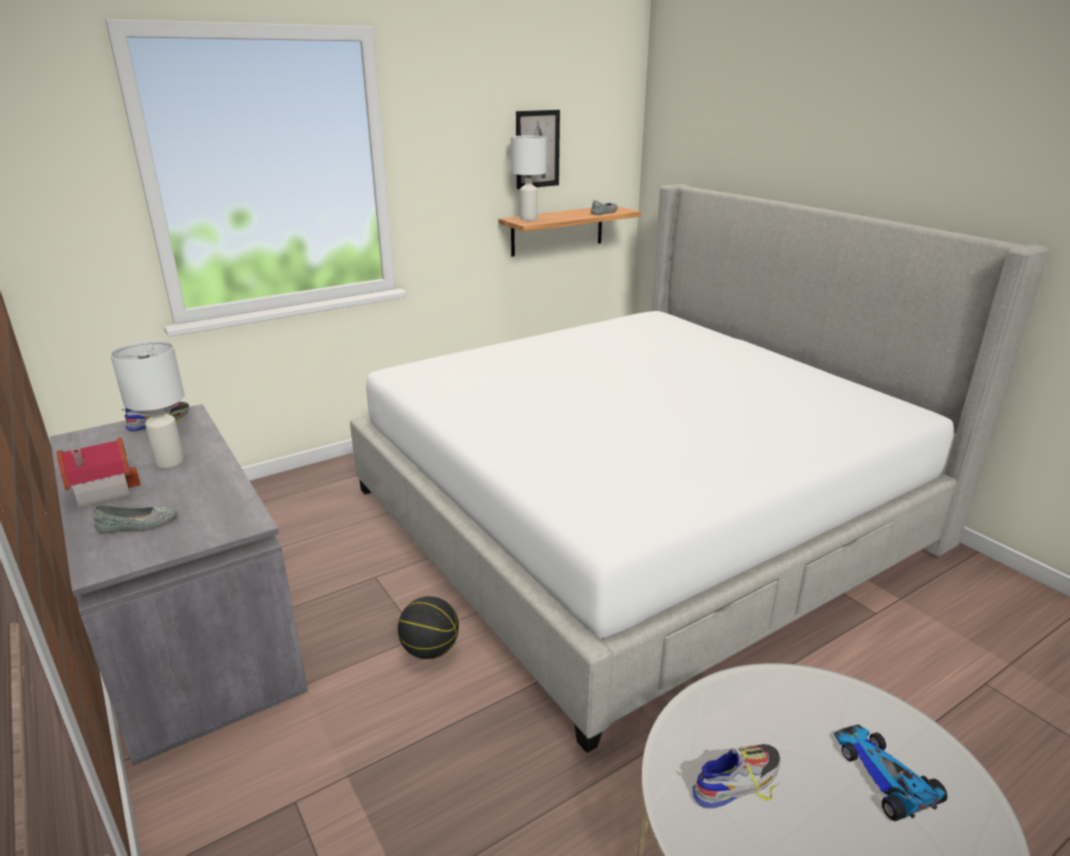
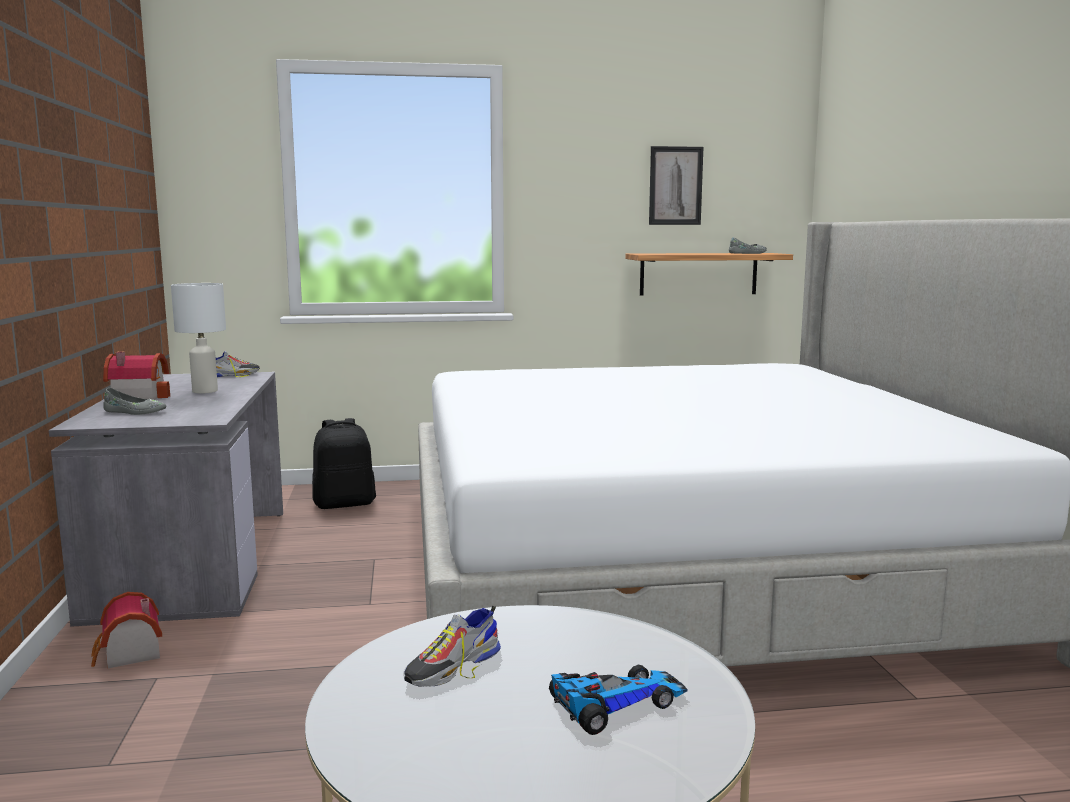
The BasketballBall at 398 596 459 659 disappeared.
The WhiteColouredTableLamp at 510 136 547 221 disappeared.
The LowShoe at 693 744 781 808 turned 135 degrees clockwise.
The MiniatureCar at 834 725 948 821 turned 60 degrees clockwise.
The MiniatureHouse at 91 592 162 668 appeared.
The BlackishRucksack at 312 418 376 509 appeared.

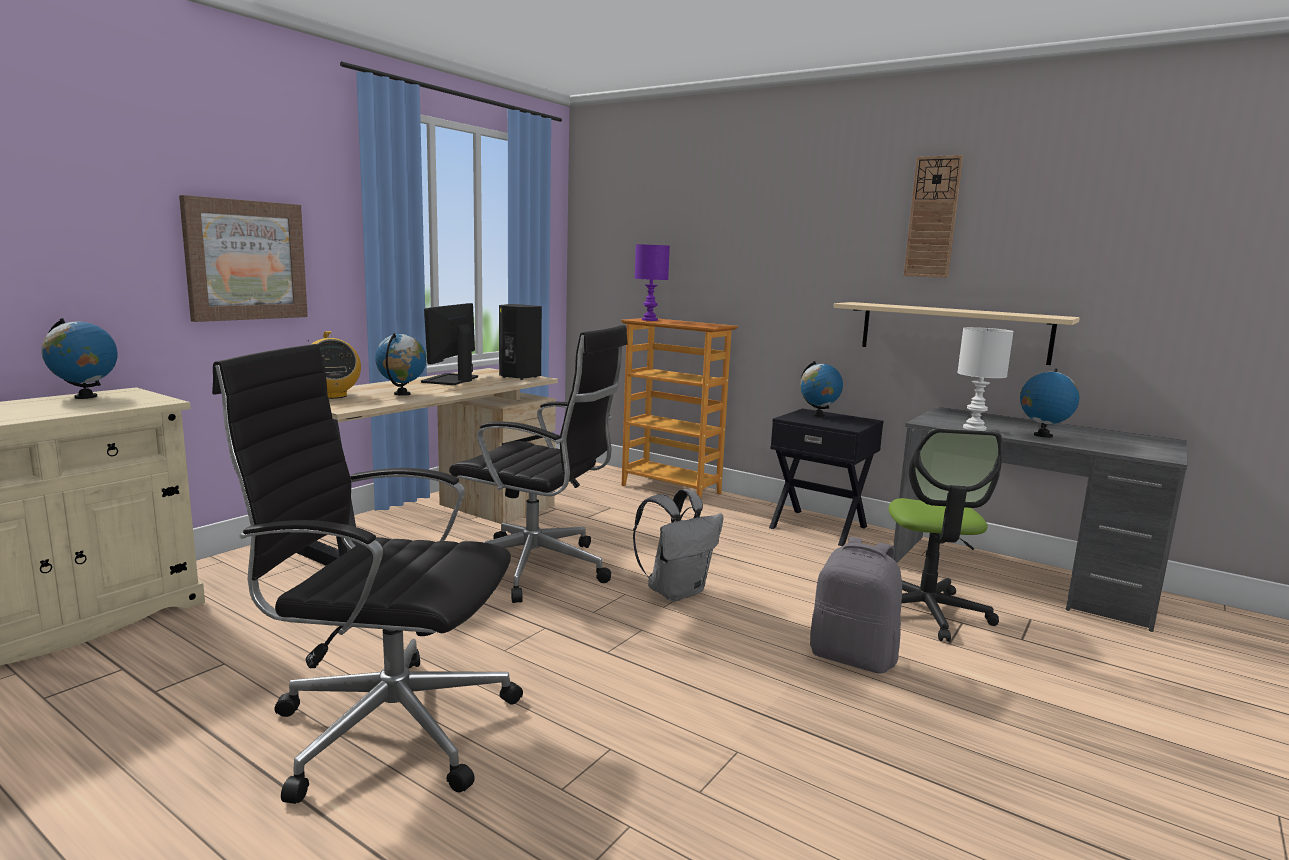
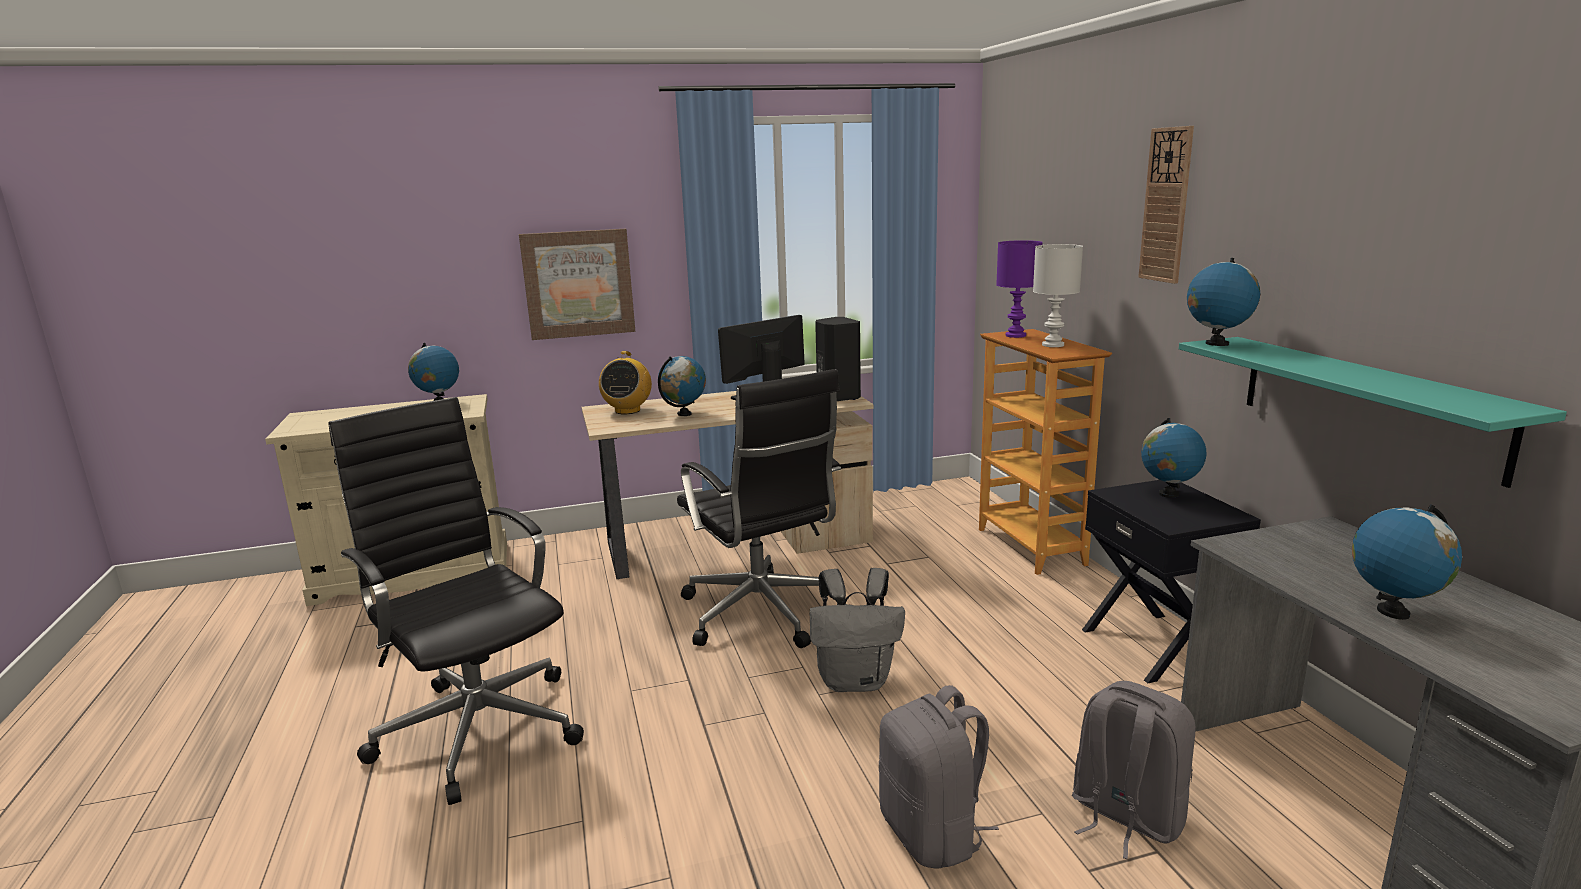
The SandColouredShelf at 834 302 1080 365 became the TurquoiseShelf at 1179 337 1567 488.
The DeskChair at 888 429 1002 642 was replaced by the GrayRucksack at 1072 681 1195 859.
The WallClock moved from 904 155 963 278 to 1138 126 1194 284.
The WhiteColouredTableLamp moved from 957 327 1014 431 to 1033 244 1083 347.
The Globe at 1187 258 1260 346 appeared.

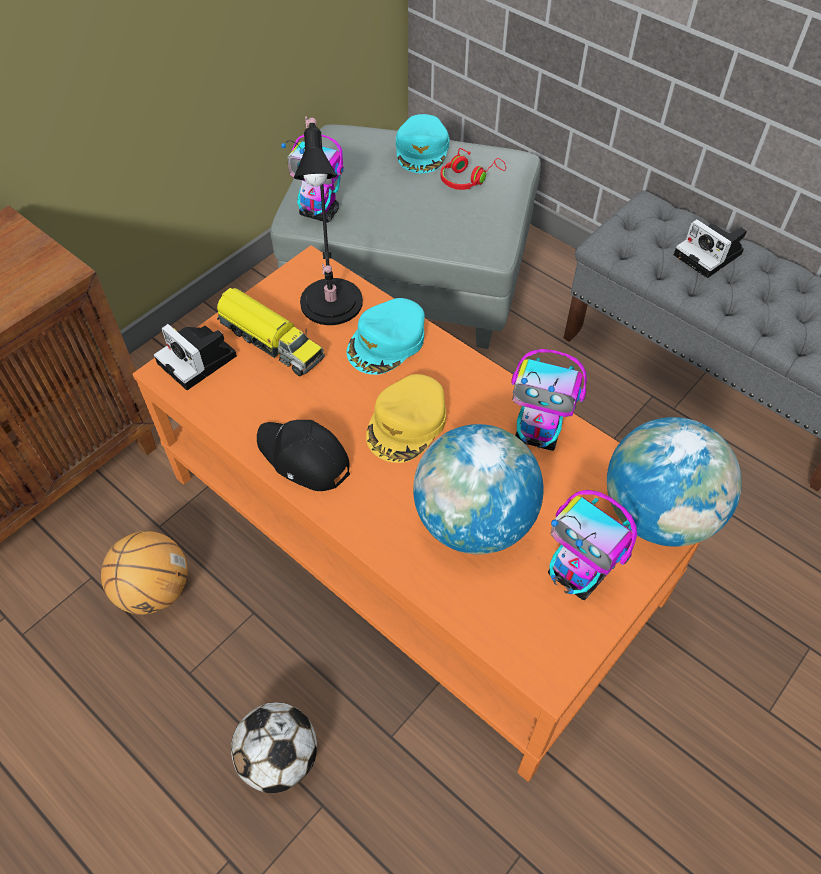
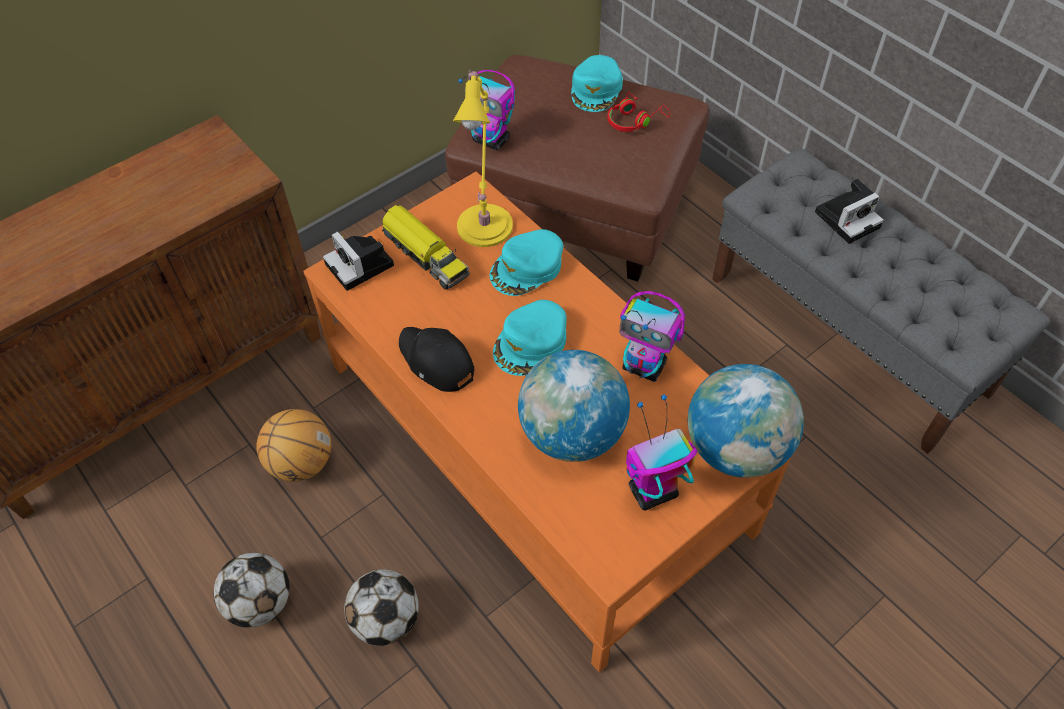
The GrayPouffe at 270 125 541 349 became the BrownishPouffe at 445 55 709 282.
The BlackishTableLamp at 294 116 363 325 became the YellowishTableLamp at 453 69 513 247.
The YellowishPeakedCap at 366 374 446 463 became the TurquoisePeakedCap at 493 300 567 376.
The RobotFigure at 548 490 637 600 turned 105 degrees clockwise.
The StillCamera at 674 219 747 278 turned 90 degrees counterclockwise.
The Football at 213 553 290 628 appeared.

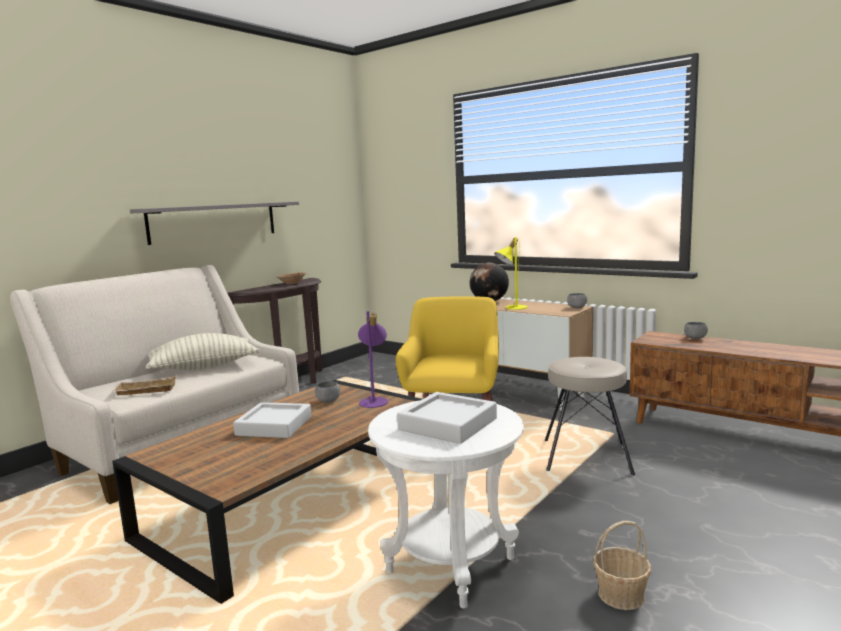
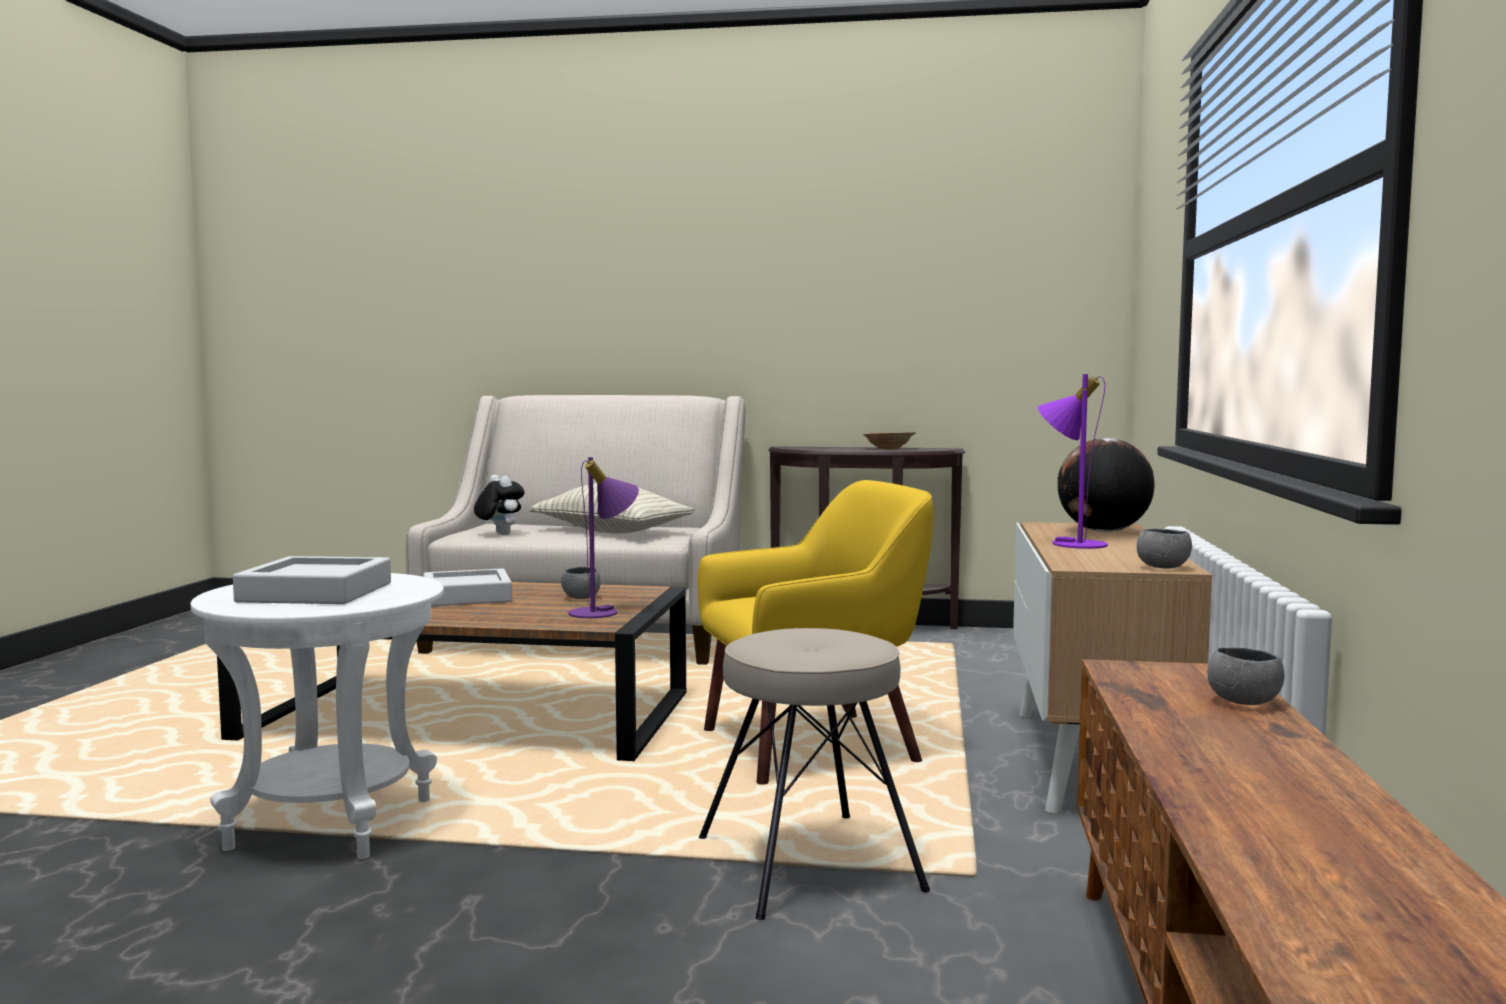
The SandColouredTray at 112 375 177 396 was replaced by the CuddlyToy at 474 475 525 535.
The GrayShelf at 130 201 299 245 disappeared.
The YellowishTableLamp at 494 237 528 310 became the PurpleColouredTableLamp at 1038 374 1108 549.
The HouseholdBasket at 593 521 651 610 disappeared.

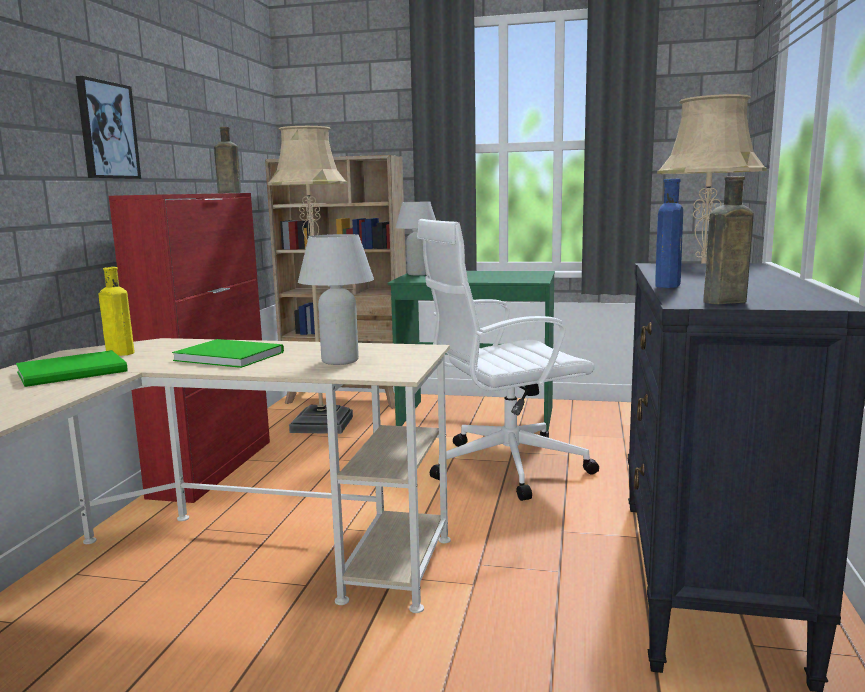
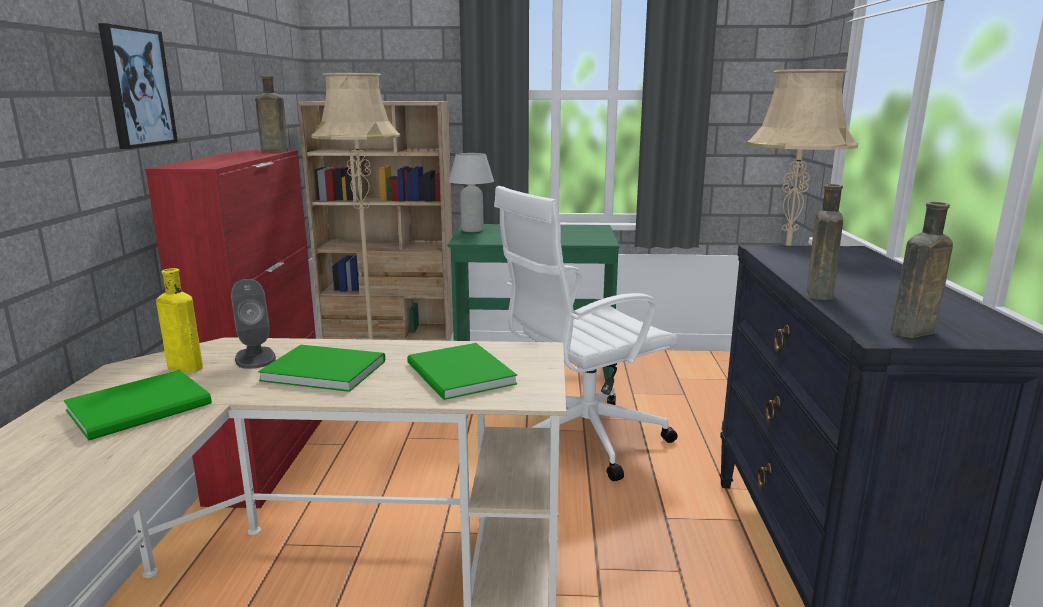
The WhiteColouredTableLamp at 298 234 374 365 was replaced by the GreenBoundBook at 407 343 517 400.
The BlueDrinkBottle at 655 179 683 288 became the BrownishDrinkBottle at 807 184 843 300.
The GraySpeaker at 231 279 276 369 appeared.

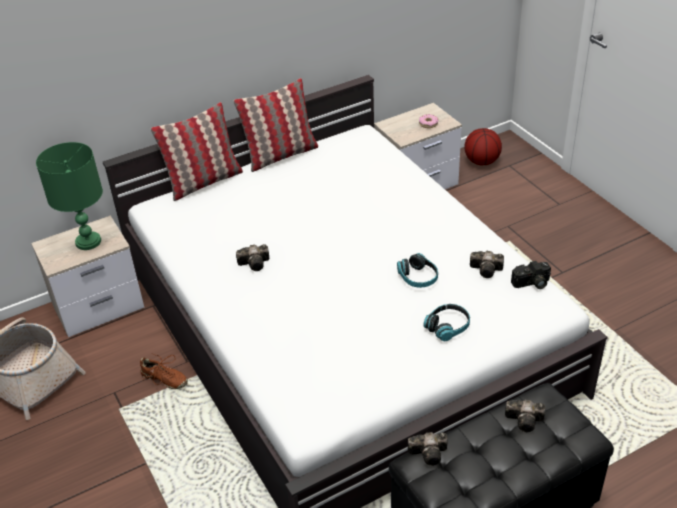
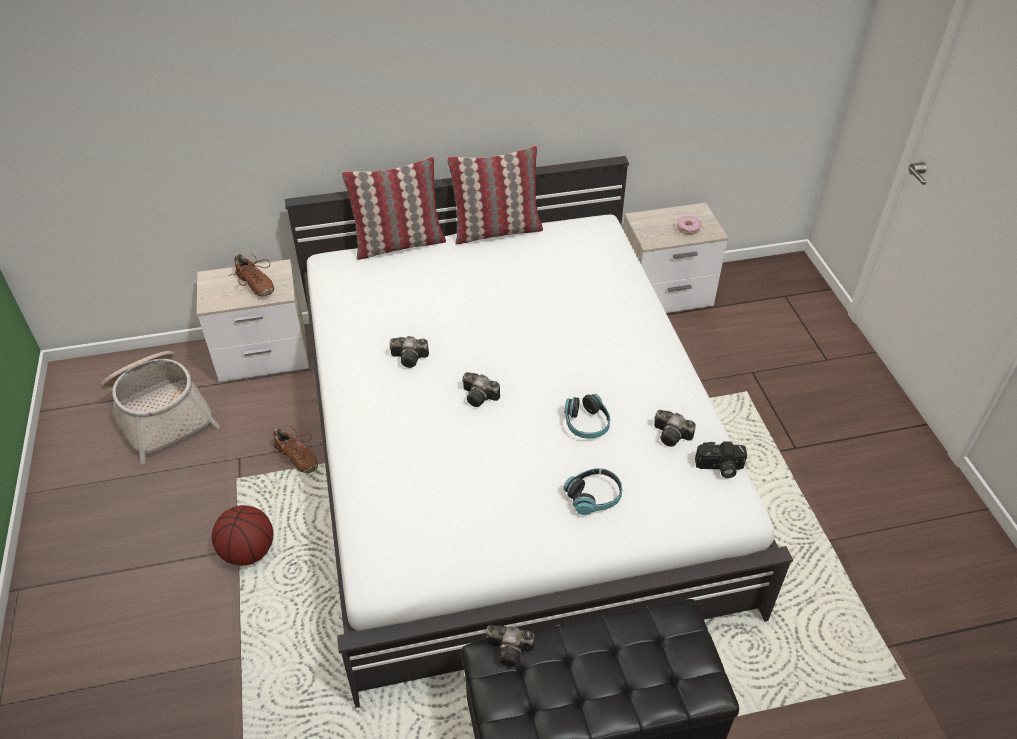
The GreenTableLamp at 36 142 103 250 was replaced by the BrownishLowShoe at 229 254 274 296.
The BasketballBall moved from 464 128 502 165 to 212 505 273 566.
The StillCamera moved from 505 400 545 432 to 462 372 500 407.

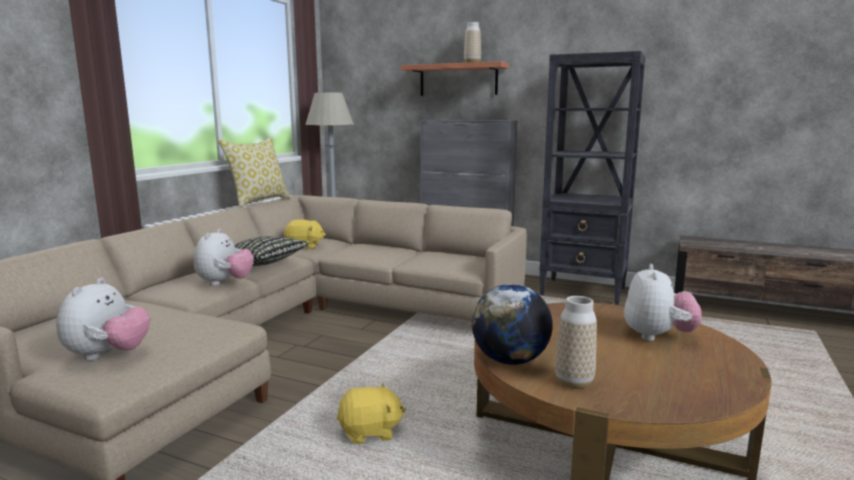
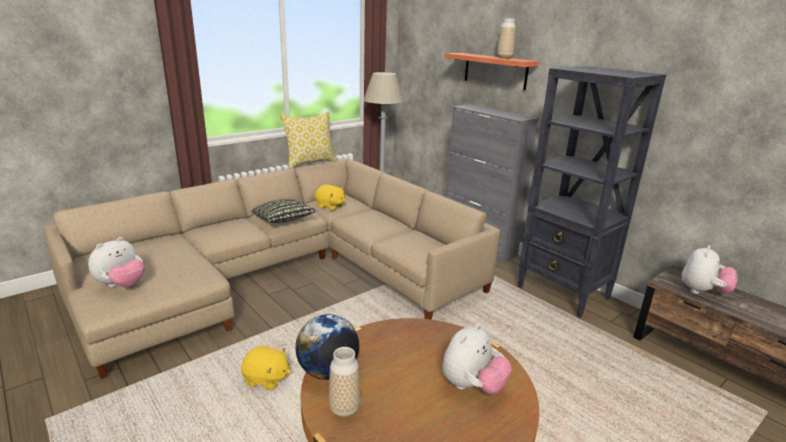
The CuddlyToy moved from 194 229 254 286 to 681 245 737 294.

